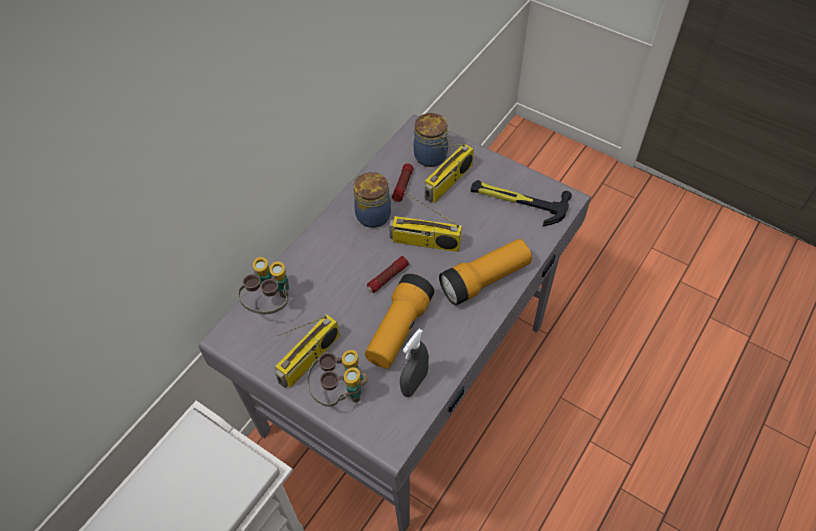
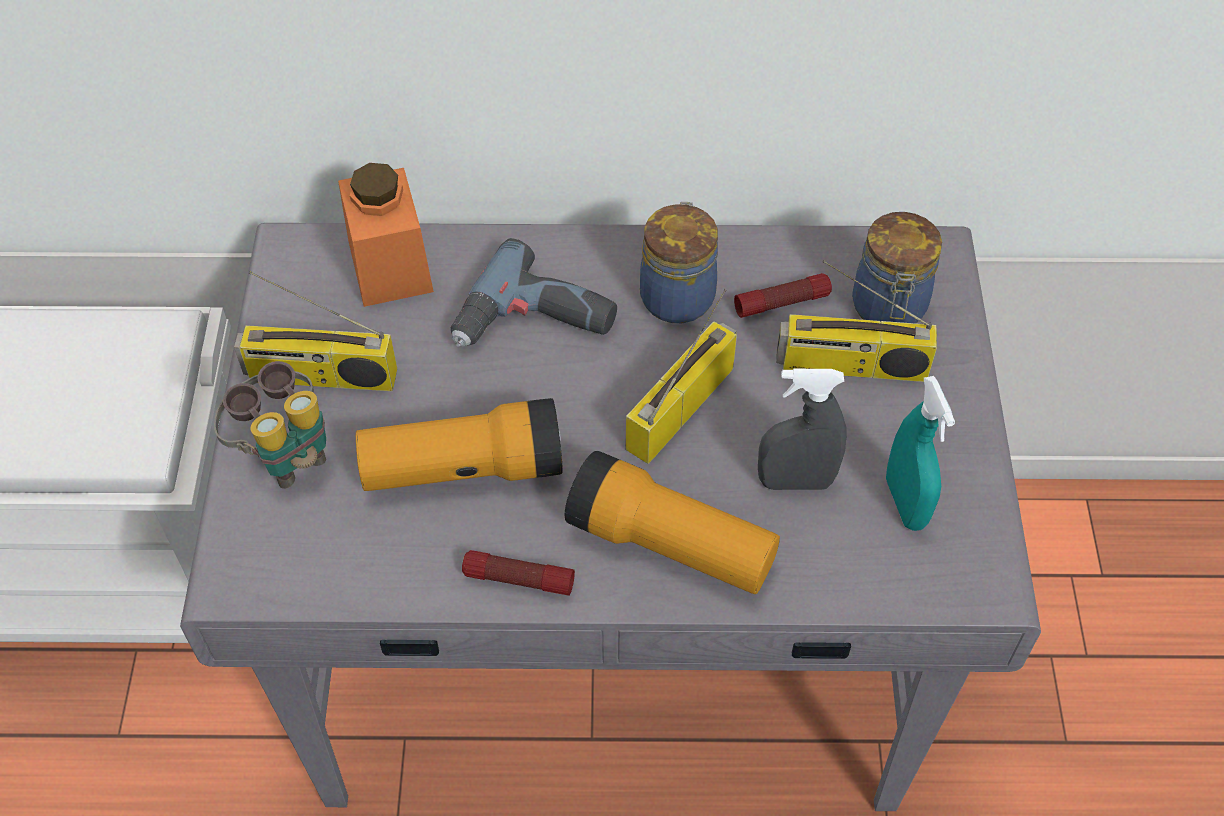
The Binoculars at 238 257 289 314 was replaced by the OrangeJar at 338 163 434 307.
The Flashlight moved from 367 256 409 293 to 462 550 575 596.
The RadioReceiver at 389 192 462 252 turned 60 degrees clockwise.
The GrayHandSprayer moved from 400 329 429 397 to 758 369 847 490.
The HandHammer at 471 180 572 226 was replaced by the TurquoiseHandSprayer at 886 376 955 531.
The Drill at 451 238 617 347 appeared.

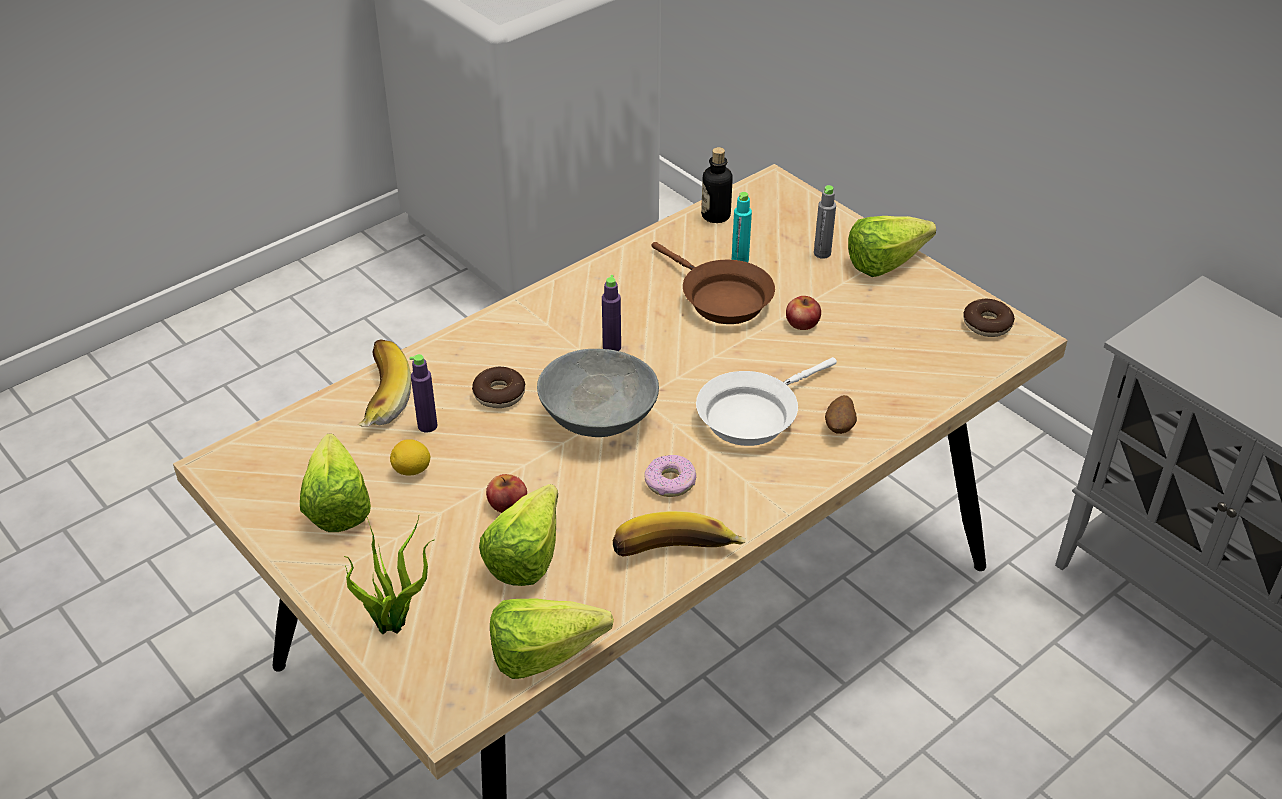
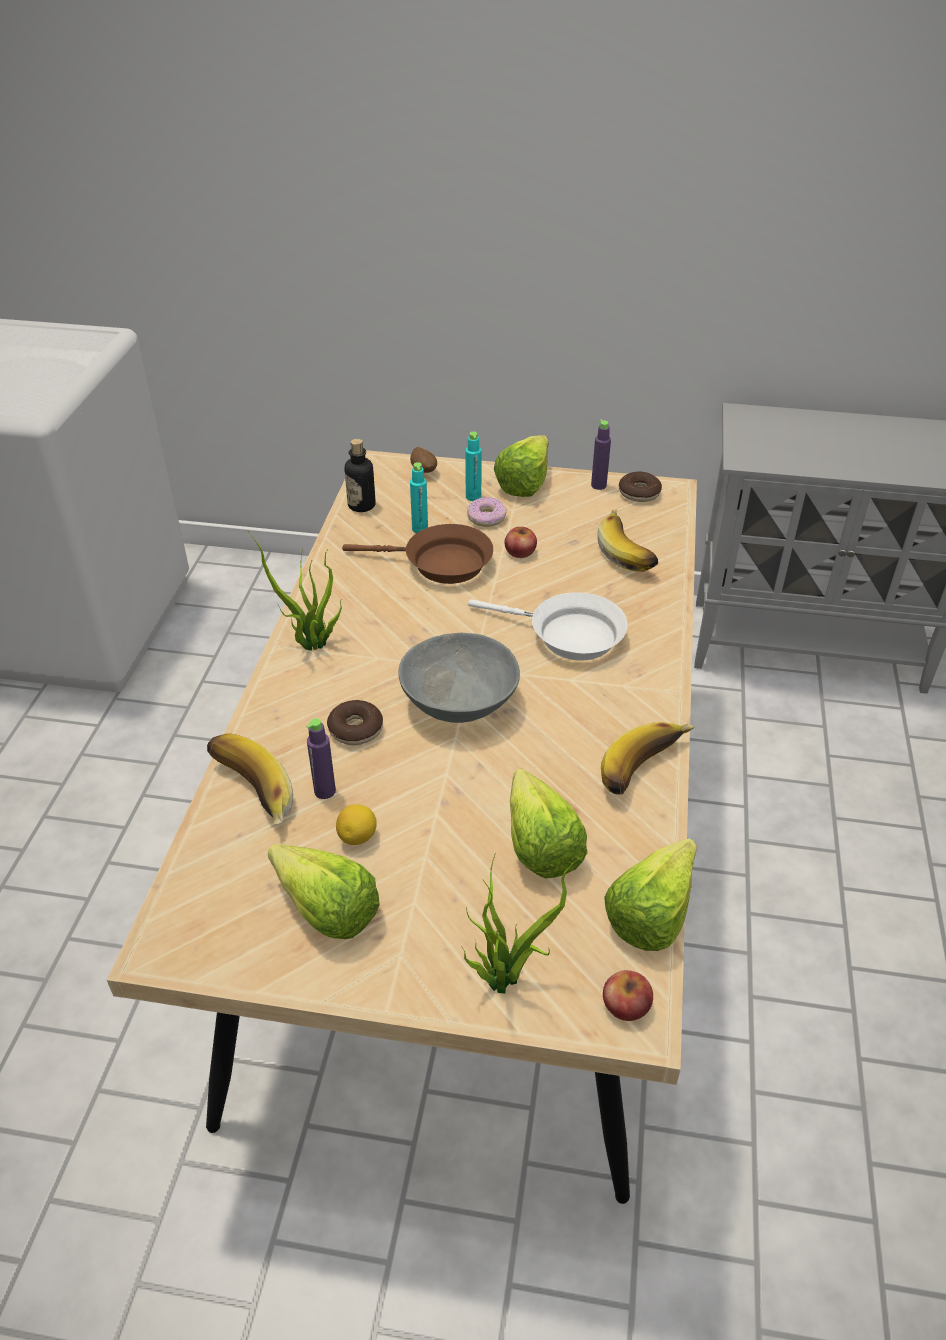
The AppleFruit moved from 486 474 527 513 to 603 970 653 1021.
The PurpleColouredDrinkBottle moved from 602 275 621 351 to 591 420 611 490.
The Doughnut moved from 644 455 696 497 to 467 497 507 527.
The WhiteColouredFryingPan at 696 357 837 446 turned 75 degrees counterclockwise.
The GrayDrinkBottle at 814 185 836 259 became the TurquoiseDrinkBottle at 465 432 482 501.
The WholePotato moved from 825 395 857 434 to 410 447 437 473.
The PlantInAPot at 248 531 342 651 appeared.
The BananaFruit at 597 509 658 572 appeared.

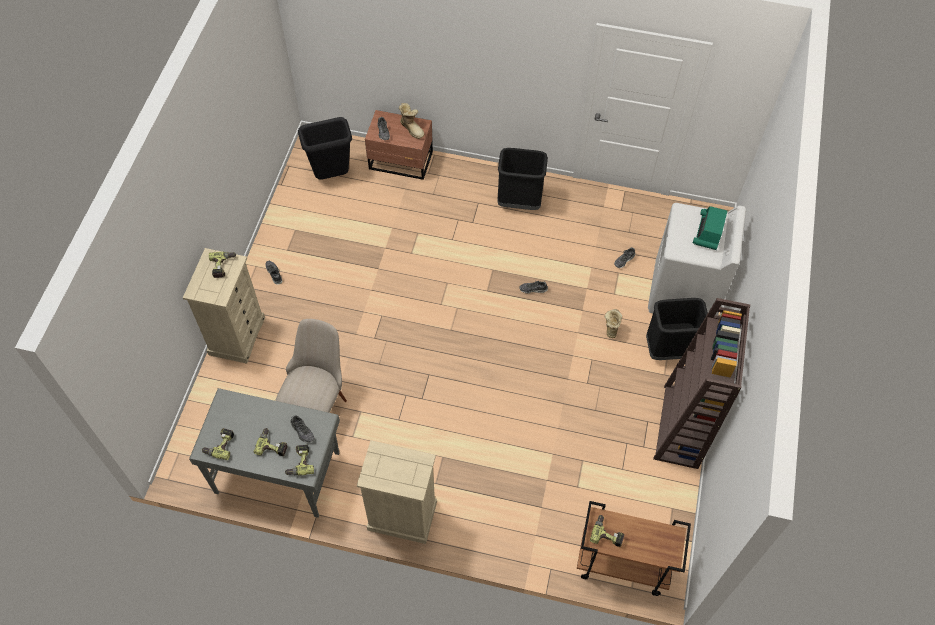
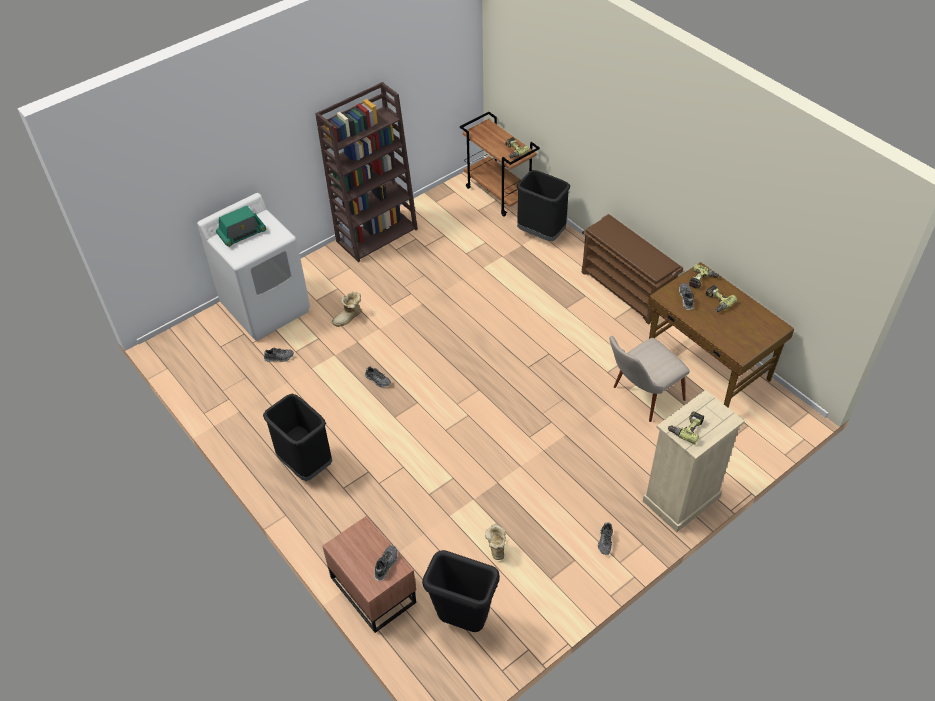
The GrayDesk at 189 388 340 518 became the BrownishDesk at 647 262 794 408.
The Drill at 202 428 234 460 disappeared.
The SandColouredDresser at 357 440 437 544 was replaced by the BrownishShoeStand at 582 214 683 324.
The HighTopBoot moved from 399 103 424 139 to 485 524 506 560.
The BlackishRubbishBin moved from 646 298 708 360 to 517 170 570 241.

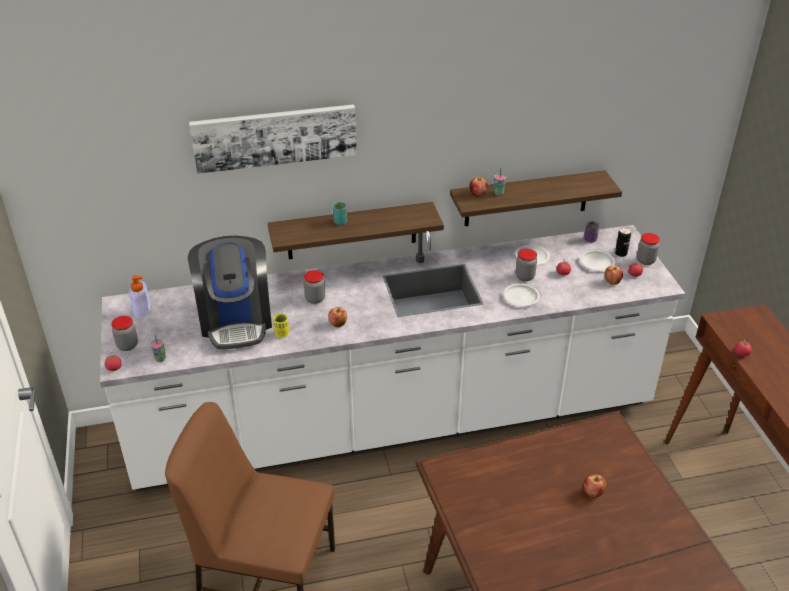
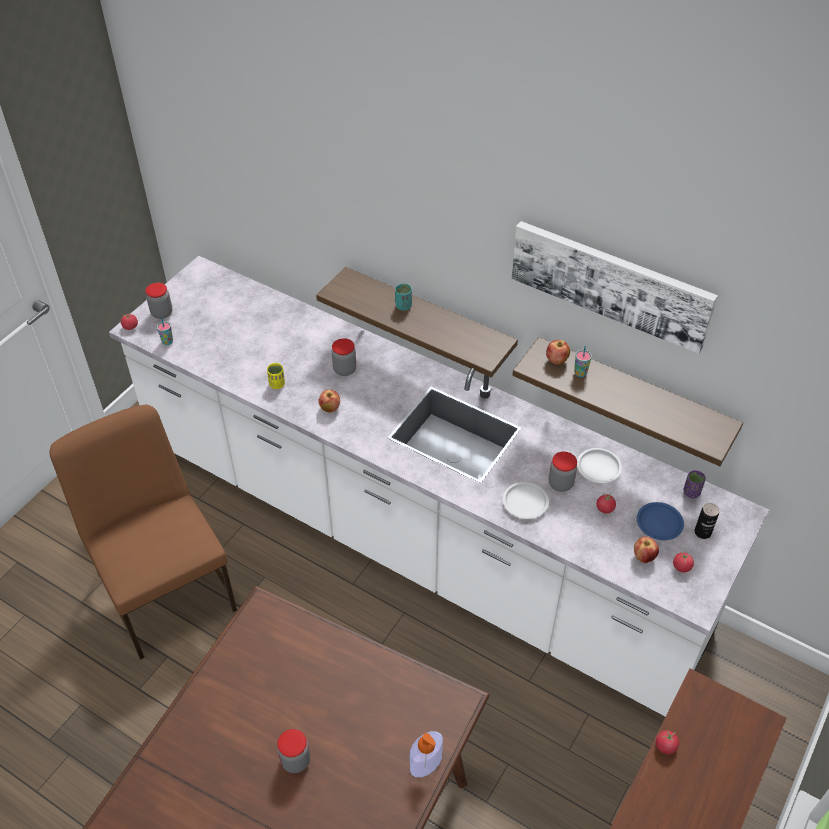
The SoapDispenser moved from 129 275 151 318 to 410 731 443 777.
The CoffeeMaker at 188 236 272 349 disappeared.
The WallArt moved from 189 104 357 174 to 511 221 718 354.
The WhiteColouredFlatDish at 580 250 615 271 became the BlueFlatDish at 637 502 684 540.
The AppleFruit at 583 474 606 498 disappeared.
The Jar moved from 637 233 660 265 to 277 729 310 773.

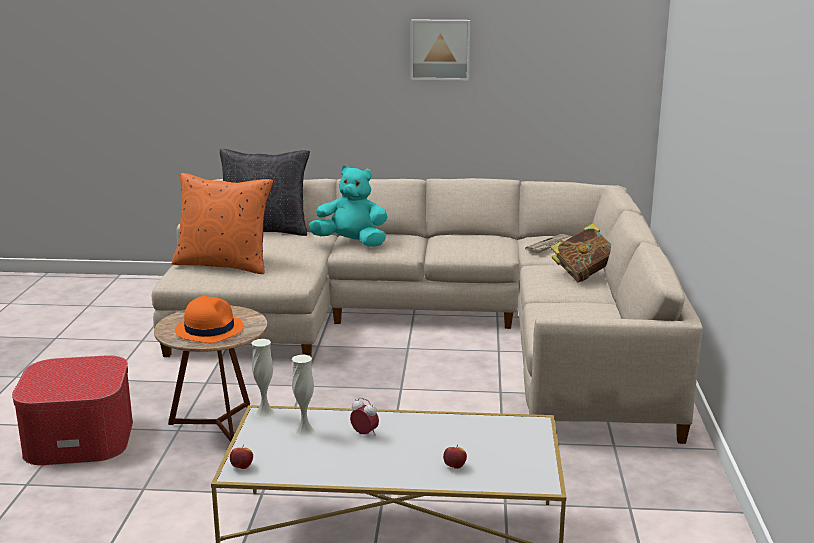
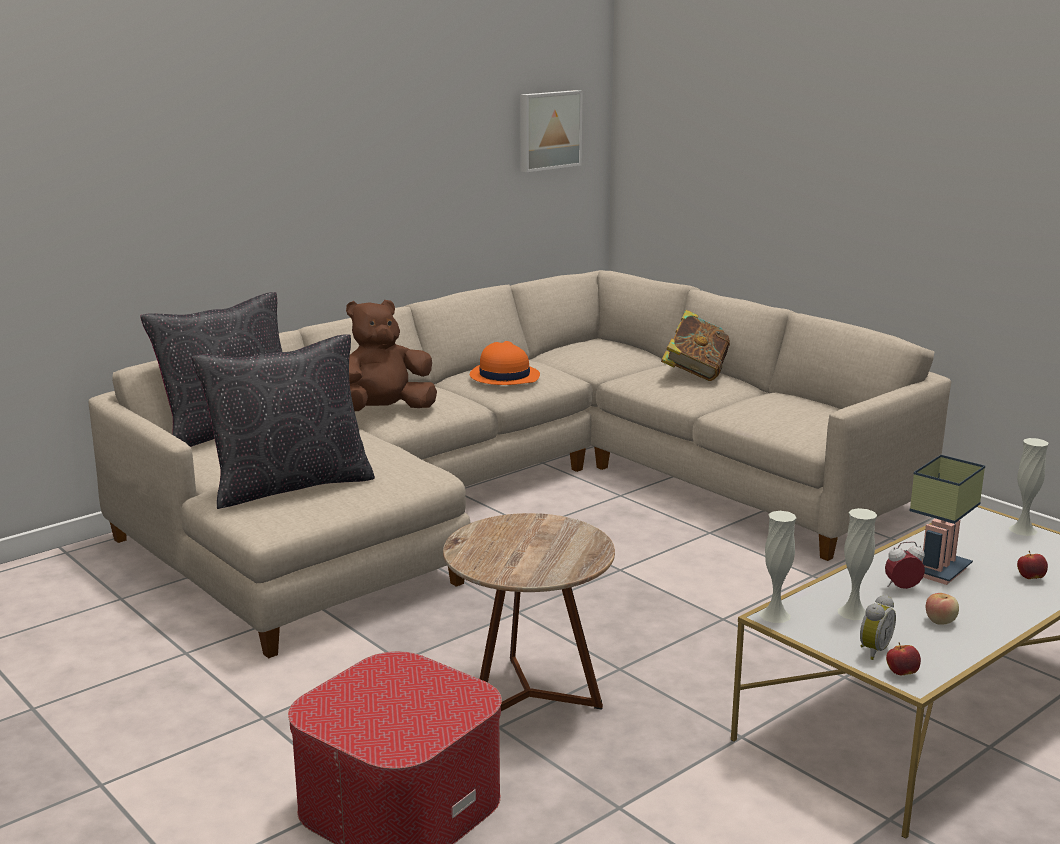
The OrangePillow at 172 173 273 274 became the BlackishPillow at 192 334 375 509.
The OrangeHat moved from 175 296 244 343 to 470 341 540 385.
The TurquoiseCuddlyToy at 309 165 388 247 became the BrownishCuddlyToy at 346 300 437 411.
The WallArt moved from 411 20 470 80 to 520 90 583 172.
The Newspaper at 525 234 572 253 disappeared.
The AlarmClock at 860 595 896 660 appeared.
The TableLamp at 910 455 985 585 appeared.
The AppleFruit at 926 593 959 624 appeared.
The WhiteColouredVase at 1009 438 1048 536 appeared.

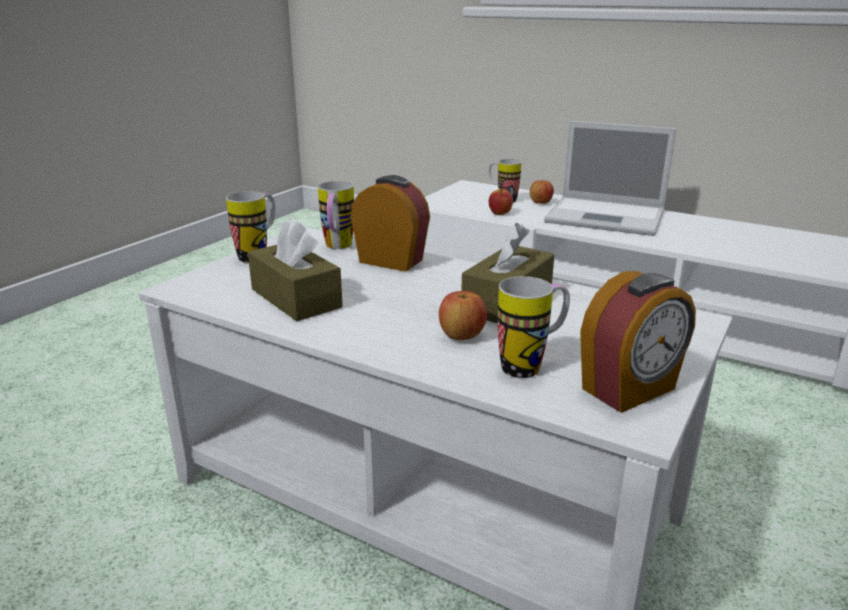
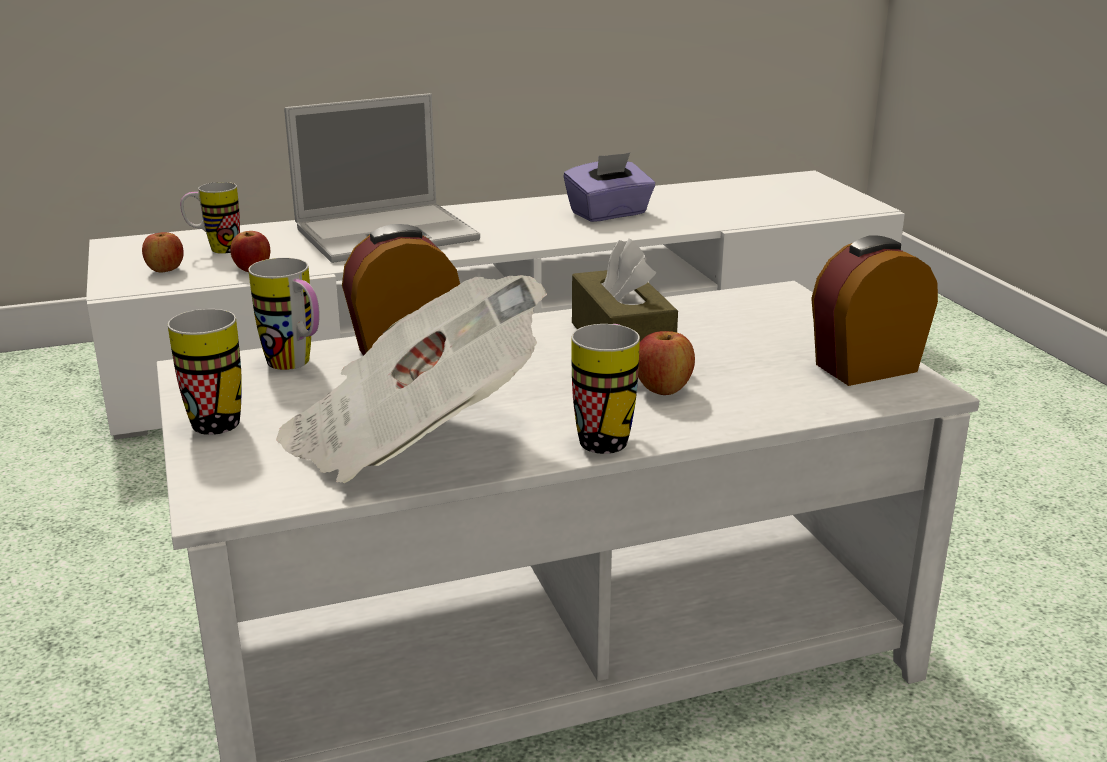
The BrownishTissueHolder at 248 218 343 321 was replaced by the Newspaper at 276 275 547 483.
The Mug moved from 498 276 570 378 to 572 324 640 454.
The AppleFruit moved from 530 180 554 204 to 142 232 184 273.
The AlarmClock at 580 271 696 413 turned 120 degrees counterclockwise.
The PurpleColouredTissueHolder at 563 153 655 222 appeared.

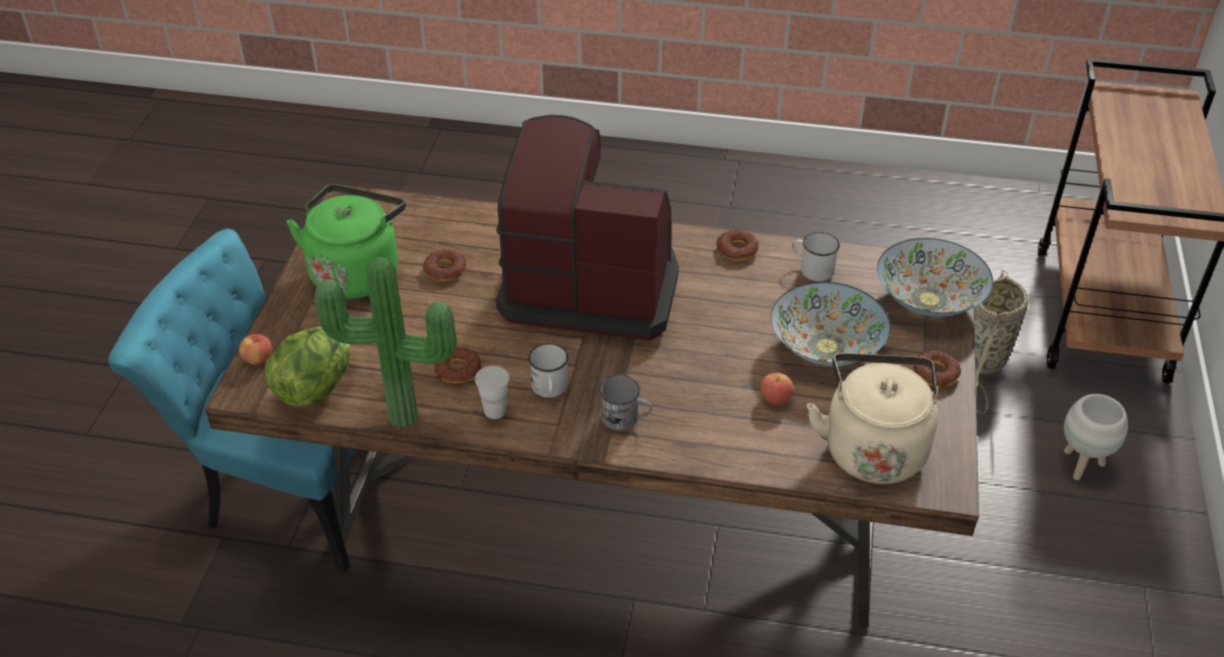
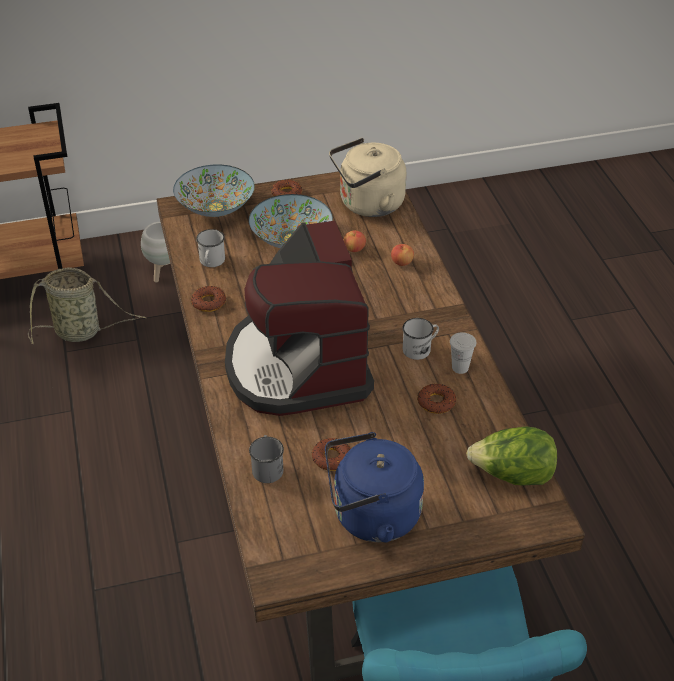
The AppleFruit moved from 239 334 272 365 to 391 244 414 266.
The GreenTeaKettle at 287 184 406 299 became the BlueTeaKettle at 325 432 424 542.
The PlantInAPot at 315 257 457 428 disappeared.
The GrayMug moved from 599 375 652 431 to 249 435 284 483.

